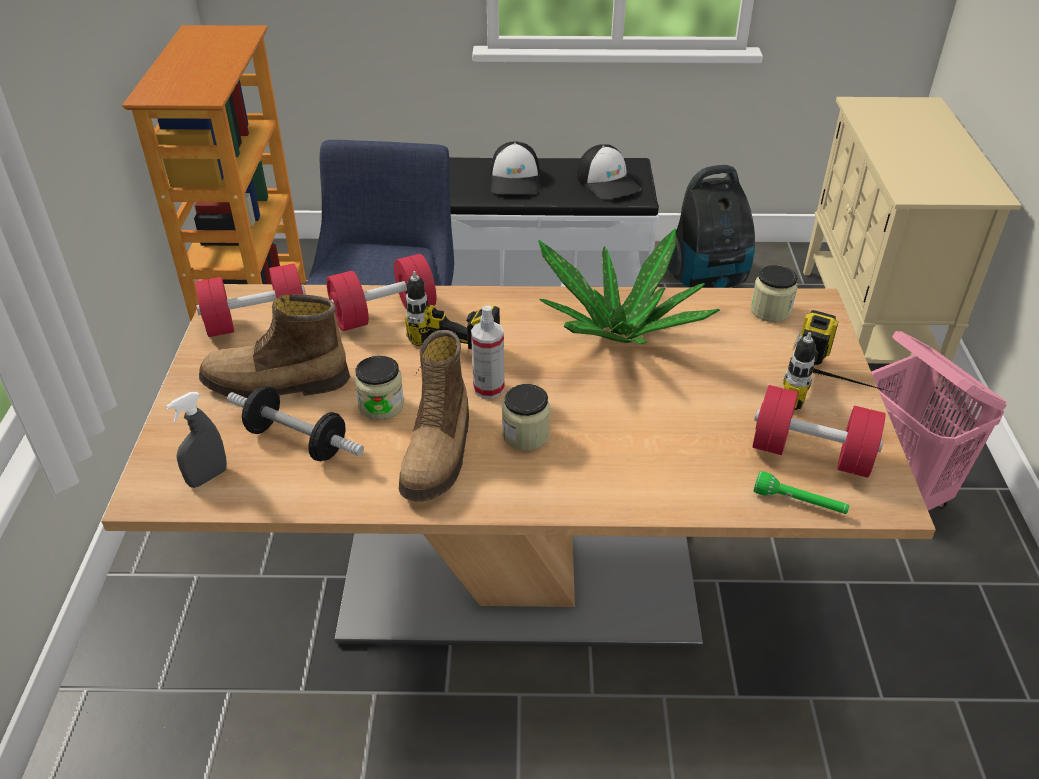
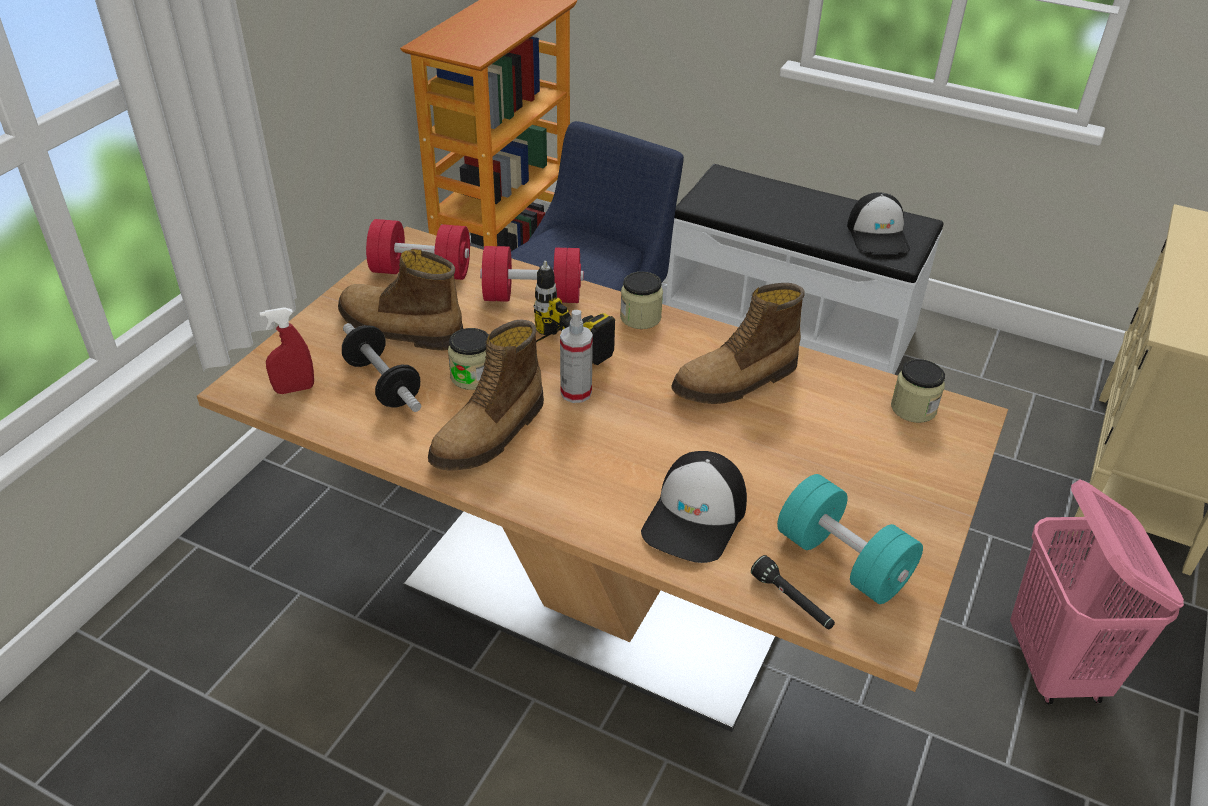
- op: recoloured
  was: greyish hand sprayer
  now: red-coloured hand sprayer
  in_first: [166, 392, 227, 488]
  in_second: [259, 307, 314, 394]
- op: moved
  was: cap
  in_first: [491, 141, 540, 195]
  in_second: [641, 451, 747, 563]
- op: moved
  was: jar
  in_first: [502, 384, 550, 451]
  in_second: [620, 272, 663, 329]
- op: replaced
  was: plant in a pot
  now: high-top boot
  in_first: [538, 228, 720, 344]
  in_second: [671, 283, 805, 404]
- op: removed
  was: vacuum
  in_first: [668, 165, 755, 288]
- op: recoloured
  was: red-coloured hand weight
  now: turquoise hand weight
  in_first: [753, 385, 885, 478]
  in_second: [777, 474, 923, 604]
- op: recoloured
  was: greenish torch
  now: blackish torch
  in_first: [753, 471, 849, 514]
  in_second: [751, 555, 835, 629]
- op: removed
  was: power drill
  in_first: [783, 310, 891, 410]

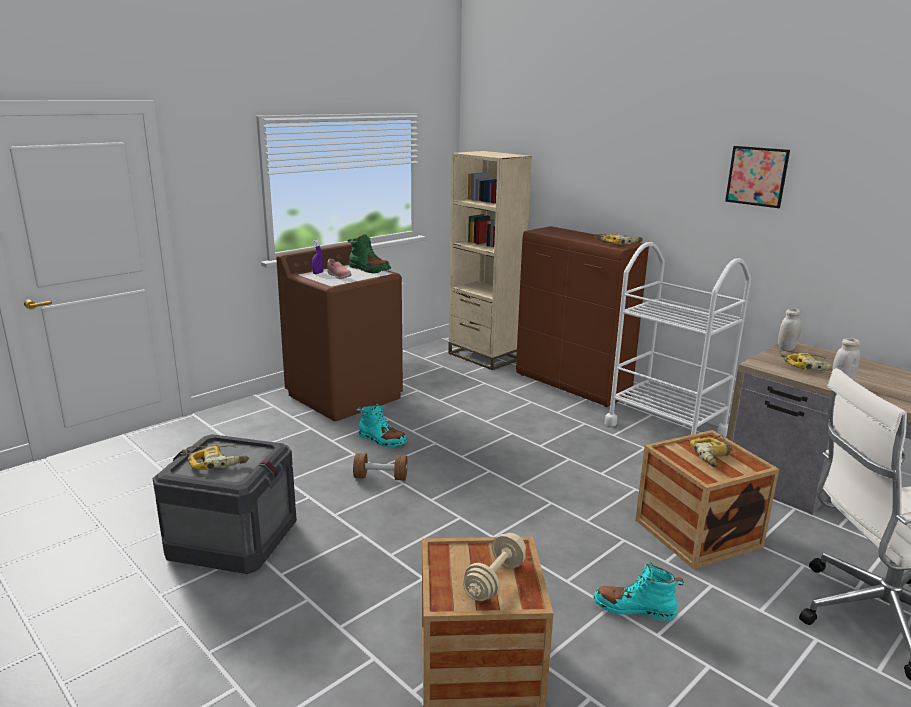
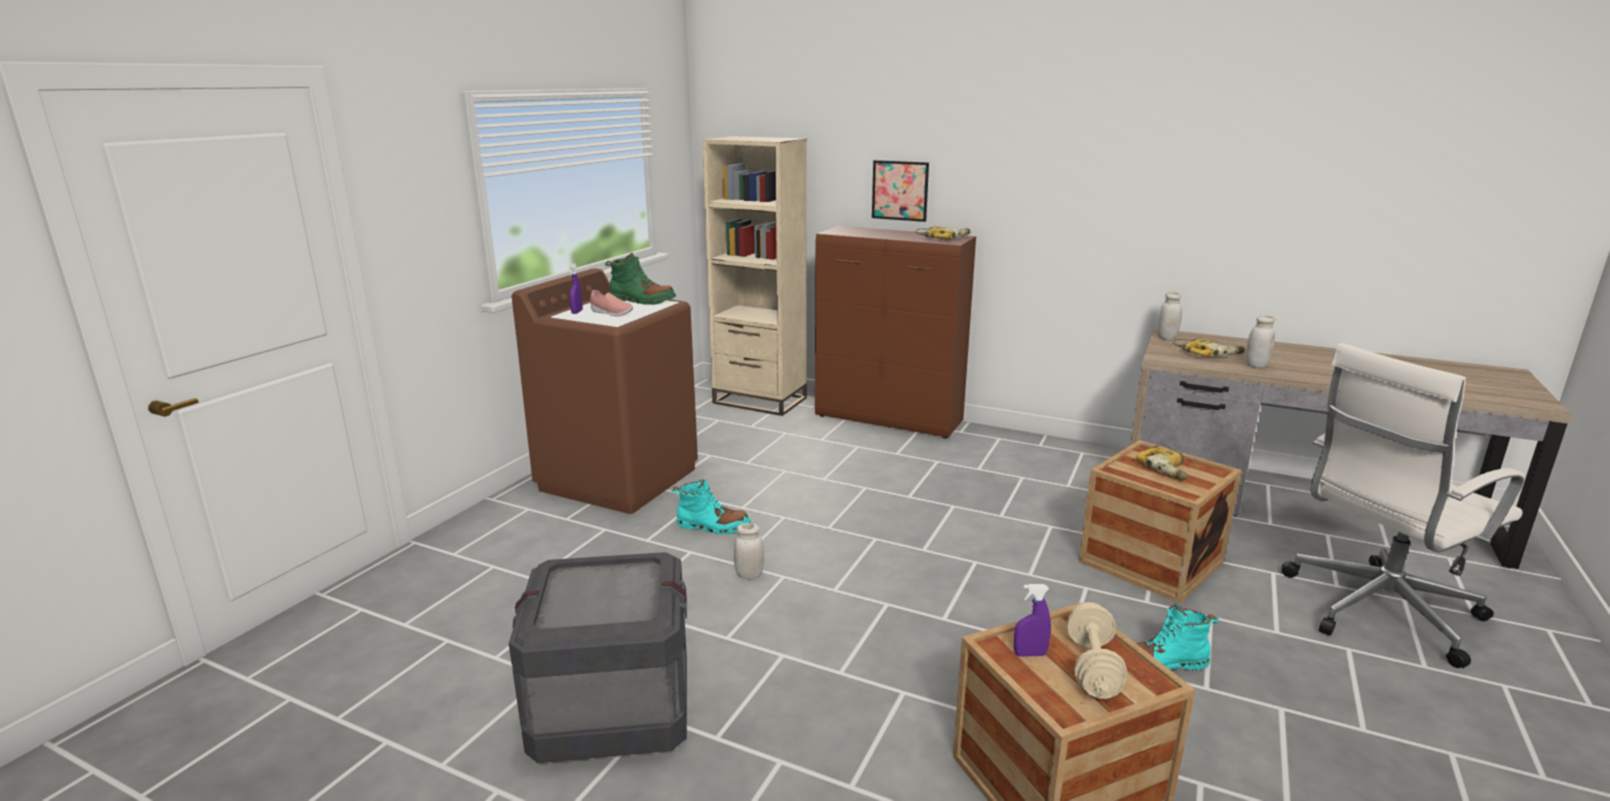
- op: removed
  was: power drill
  in_first: [185, 445, 249, 470]
- op: replaced
  was: brown hand weight
  now: white-coloured jar
  in_first: [353, 453, 408, 480]
  in_second: [734, 523, 764, 579]
- op: removed
  was: white-coloured trolley
  in_first: [604, 242, 751, 437]
- op: moved
  was: wall art
  in_first: [725, 146, 790, 208]
  in_second: [872, 160, 929, 222]
- op: added
  now: purplish hand sprayer
  in_second: [1014, 584, 1051, 657]

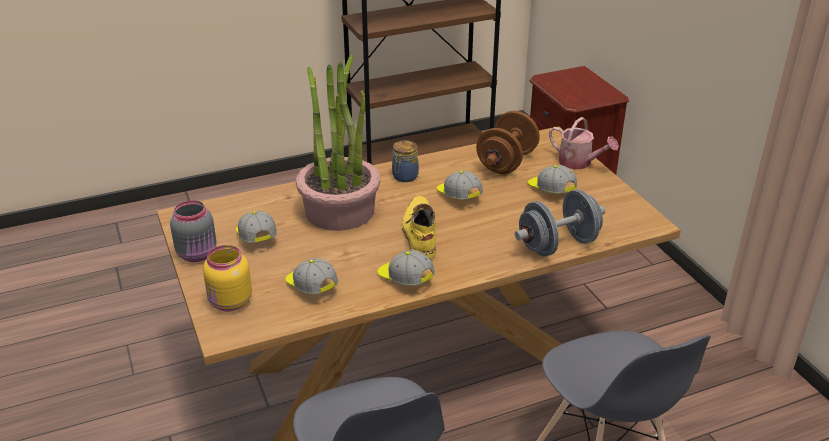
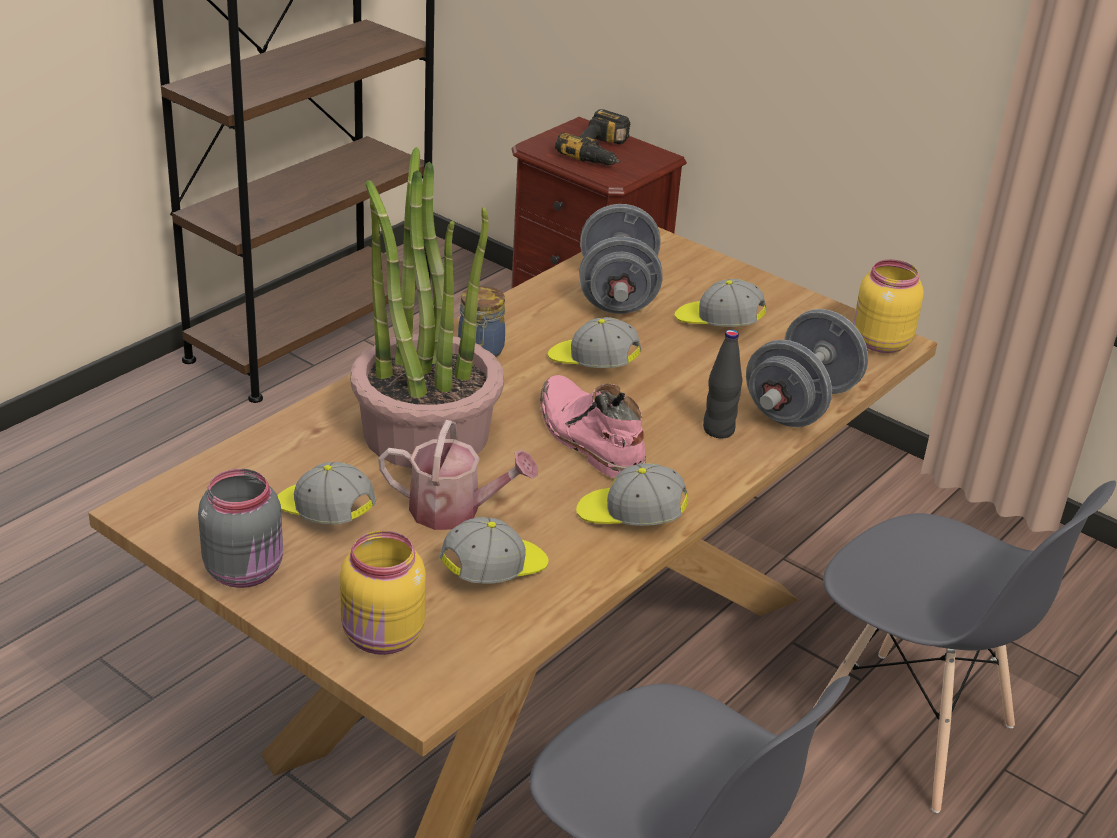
- op: turned
  was: cap
  in_first: [285, 258, 338, 294]
  in_second: [440, 517, 549, 583]
  clockwise: 120
- op: recoloured
  was: yellowish high-top boot
  now: pink-coloured high-top boot
  in_first: [402, 196, 436, 259]
  in_second: [540, 375, 646, 478]
- op: recoloured
  was: brown hand weight
  now: greyish hand weight
  in_first: [476, 111, 540, 174]
  in_second: [579, 204, 662, 314]
- op: moved
  was: watering pot
  in_first: [549, 117, 619, 170]
  in_second: [378, 420, 538, 530]
- op: added
  now: power drill
  in_second: [555, 109, 630, 165]
- op: added
  now: blackish beverage bottle
  in_second: [703, 330, 742, 438]
- op: added
  now: yellowish jar
  in_second: [853, 259, 924, 353]

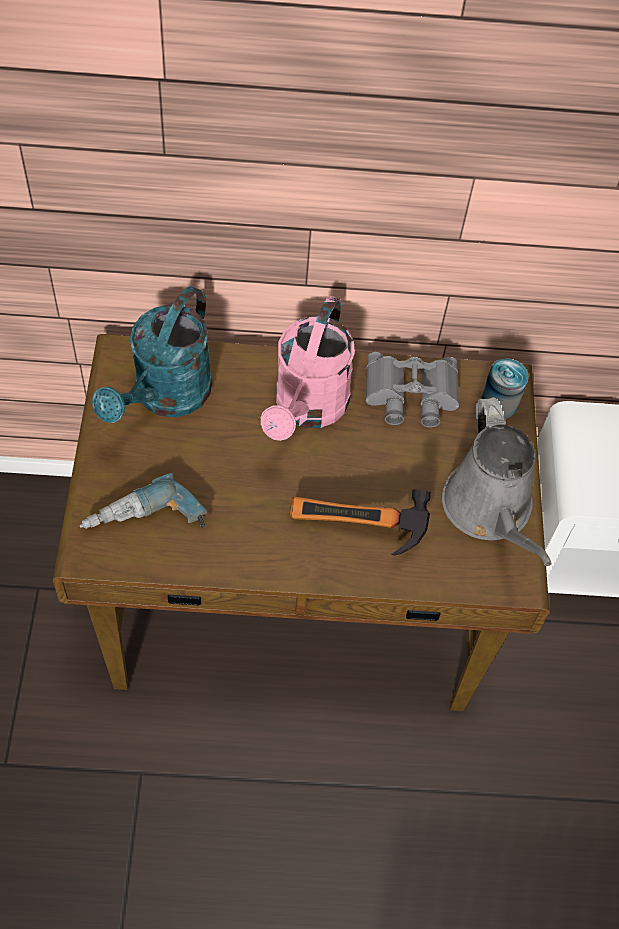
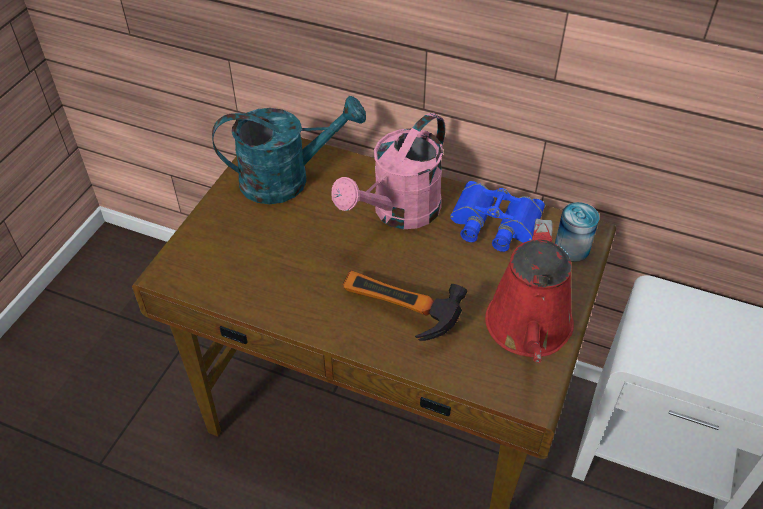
- op: removed
  was: power drill
  in_first: [79, 473, 207, 529]
- op: turned
  was: turquoise watering pot
  in_first: [92, 286, 212, 423]
  in_second: [212, 96, 366, 204]
  clockwise: -150
- op: recoloured
  was: greyish binoculars
  now: blue binoculars
  in_first: [366, 352, 459, 428]
  in_second: [450, 181, 545, 252]
- op: recoloured
  was: greyish watering pot
  now: red-coloured watering pot
  in_first: [442, 397, 552, 566]
  in_second: [485, 219, 574, 363]

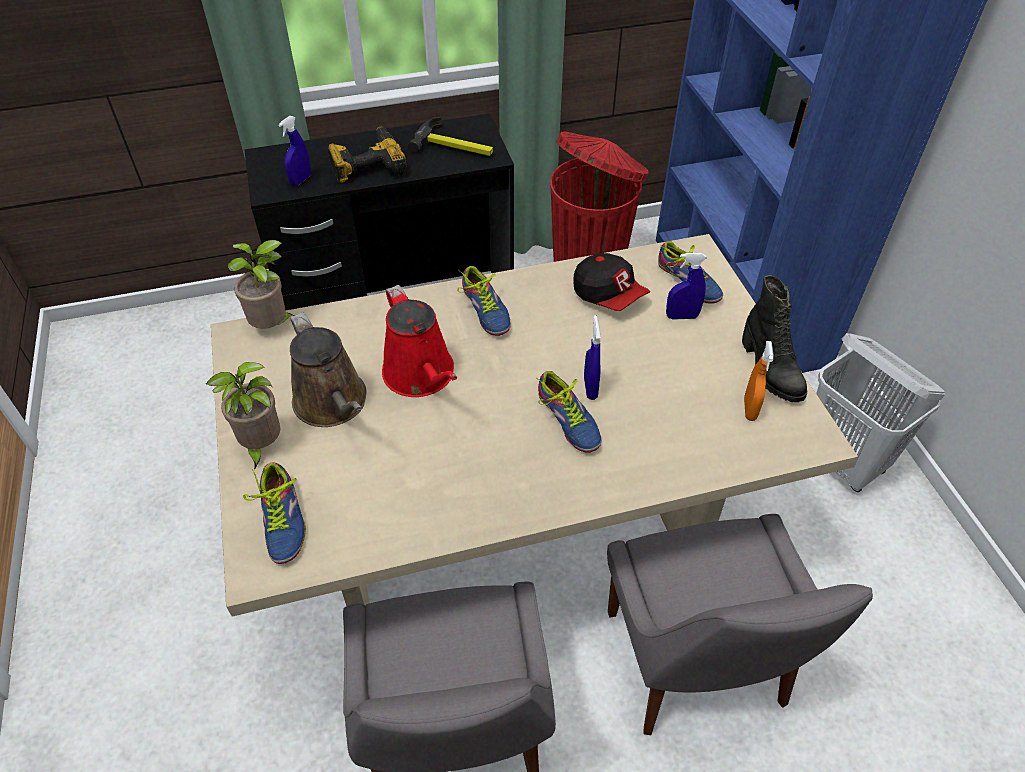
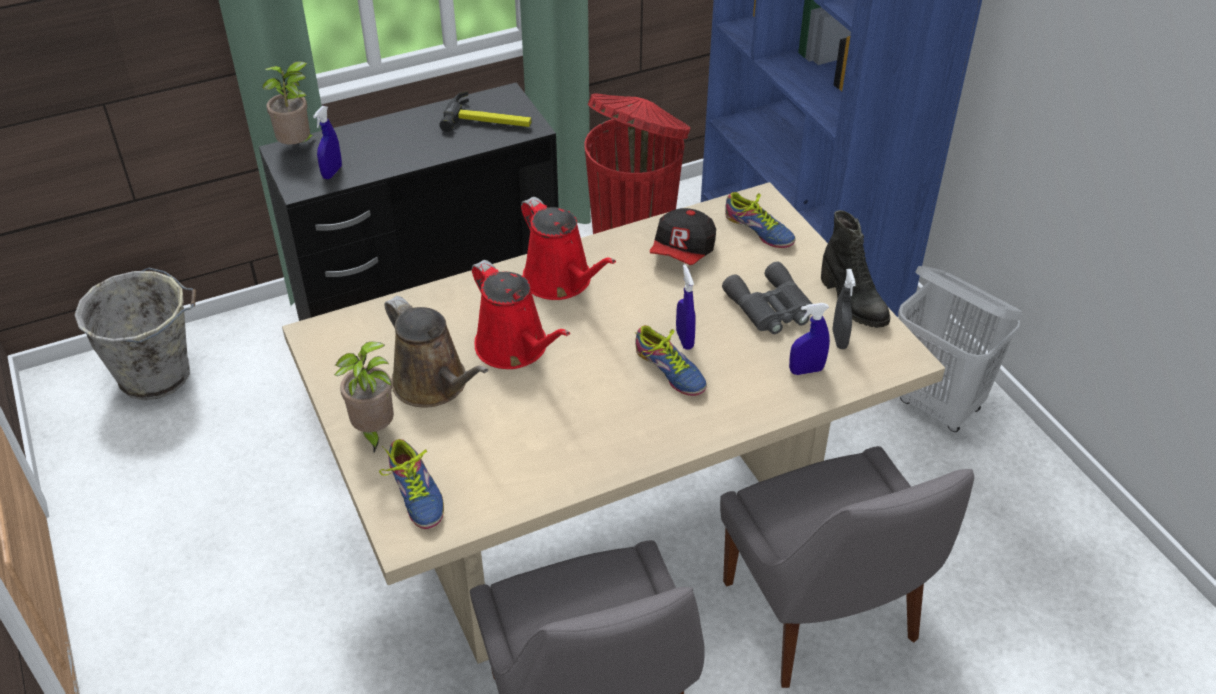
- op: moved
  was: plant in a pot
  in_first: [228, 240, 294, 329]
  in_second: [262, 61, 316, 145]
- op: removed
  was: power drill
  in_first: [327, 127, 407, 183]
- op: replaced
  was: shoe
  now: red-coloured watering pot
  in_first: [457, 266, 511, 336]
  in_second: [521, 197, 616, 300]
- op: turned
  was: cap
  in_first: [573, 253, 650, 311]
  in_second: [650, 208, 716, 265]
  clockwise: 75
- op: moved
  was: blue hand sprayer
  in_first: [666, 253, 707, 320]
  in_second: [789, 303, 830, 375]
- op: recoloured
  was: orange-coloured hand sprayer
  now: greyish hand sprayer
  in_first: [744, 341, 773, 421]
  in_second: [833, 269, 856, 349]
- op: added
  now: greyish water bucket
  in_second: [75, 268, 196, 400]
- op: added
  now: greyish binoculars
  in_second: [722, 262, 812, 334]

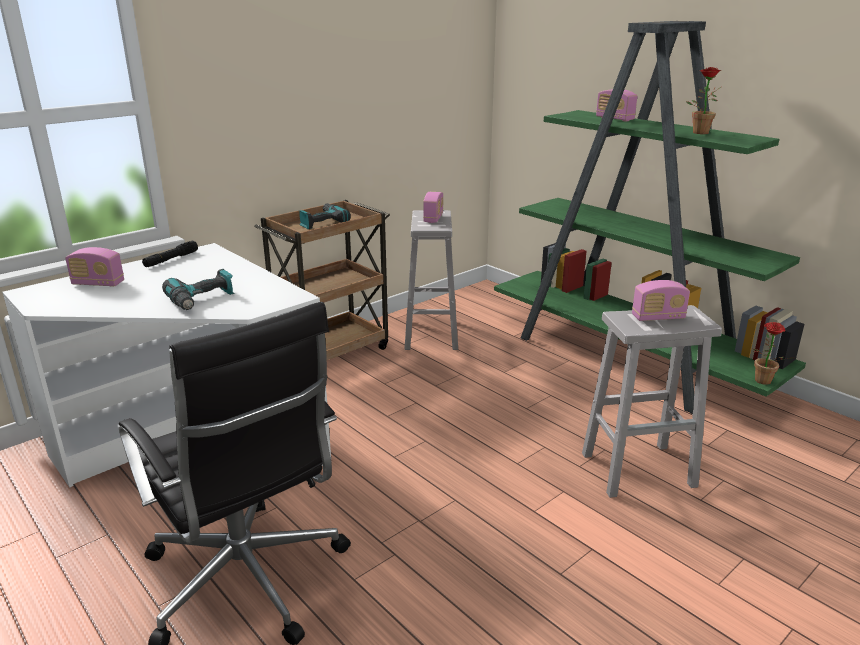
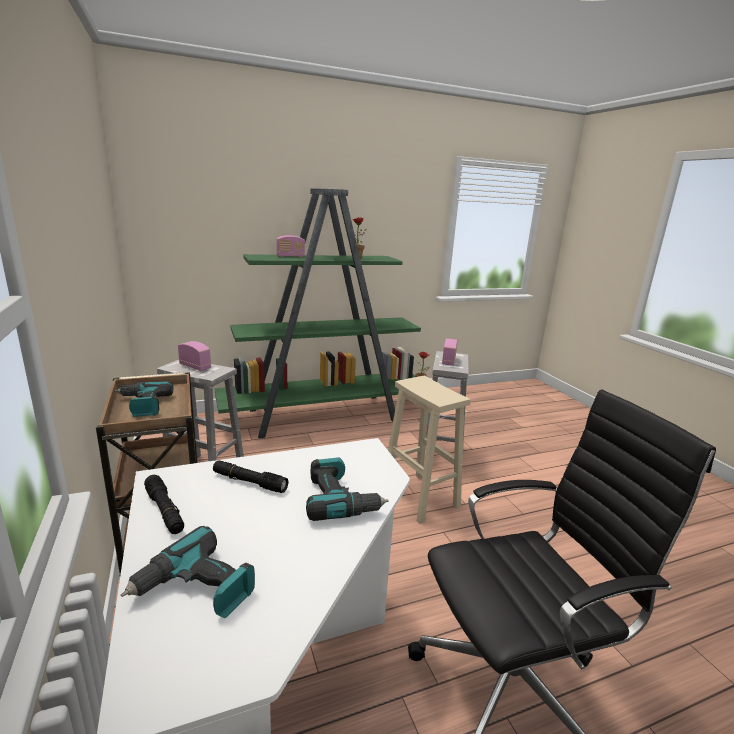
- op: replaced
  was: radio
  now: power drill
  in_first: [65, 247, 124, 286]
  in_second: [121, 526, 255, 618]
- op: added
  now: blackish torch
  in_second: [213, 460, 288, 493]
- op: added
  now: beige stool seat
  in_second: [388, 376, 470, 524]

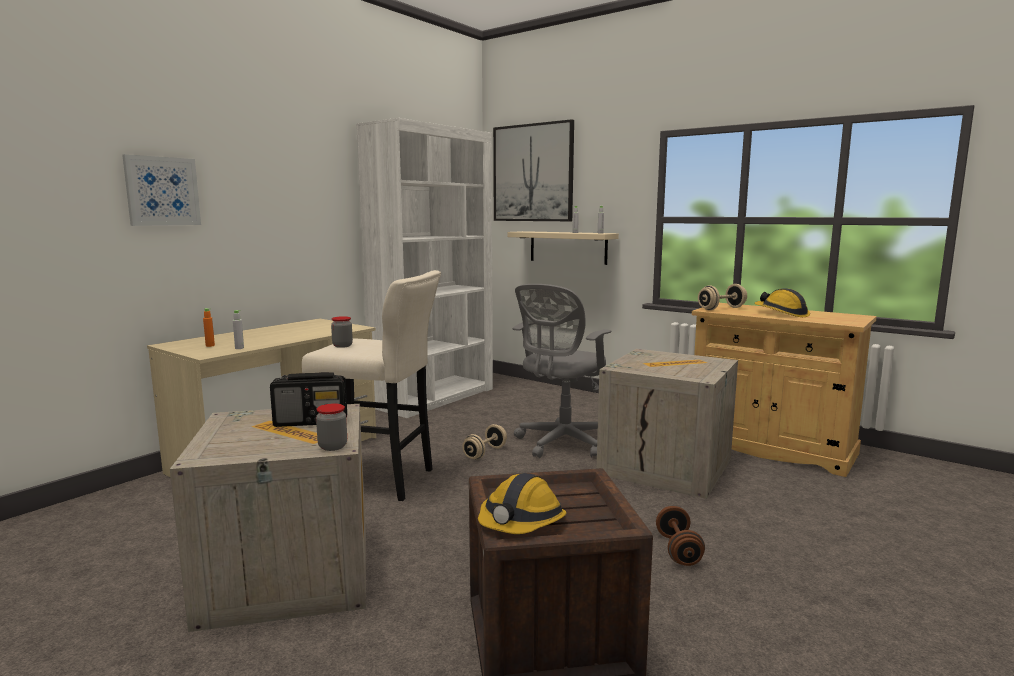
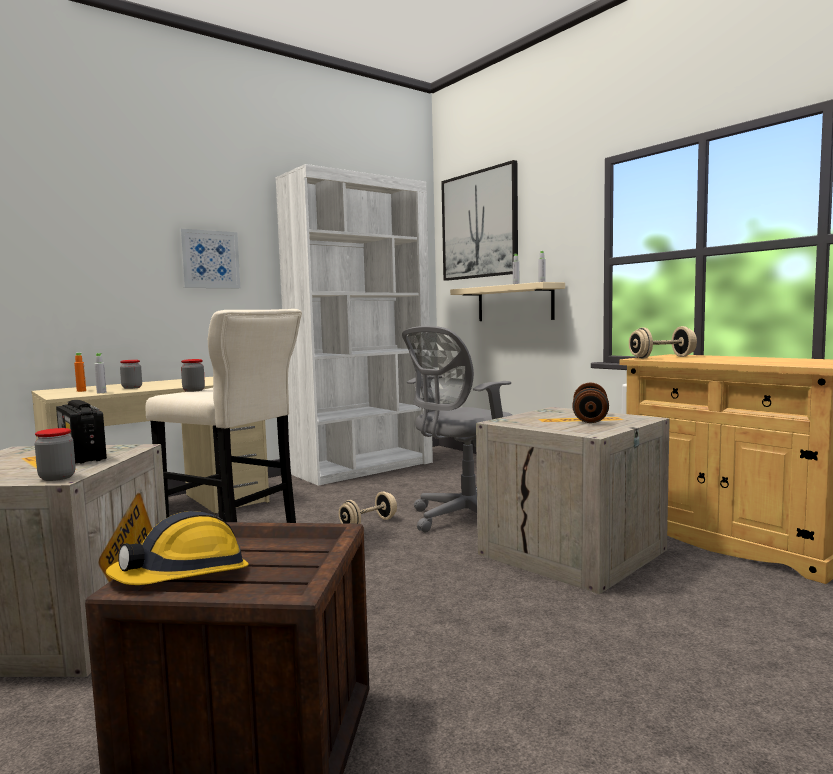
- op: moved
  was: wall art
  in_first: [122, 154, 201, 226]
  in_second: [180, 229, 240, 288]
- op: turned
  was: radio
  in_first: [270, 372, 347, 427]
  in_second: [56, 400, 107, 464]
  clockwise: 45
- op: moved
  was: brown hand weight
  in_first: [656, 506, 705, 566]
  in_second: [572, 383, 609, 423]
- op: removed
  was: work helmet
  in_first: [754, 288, 810, 317]
- op: added
  now: jar
  in_second: [120, 360, 142, 389]

